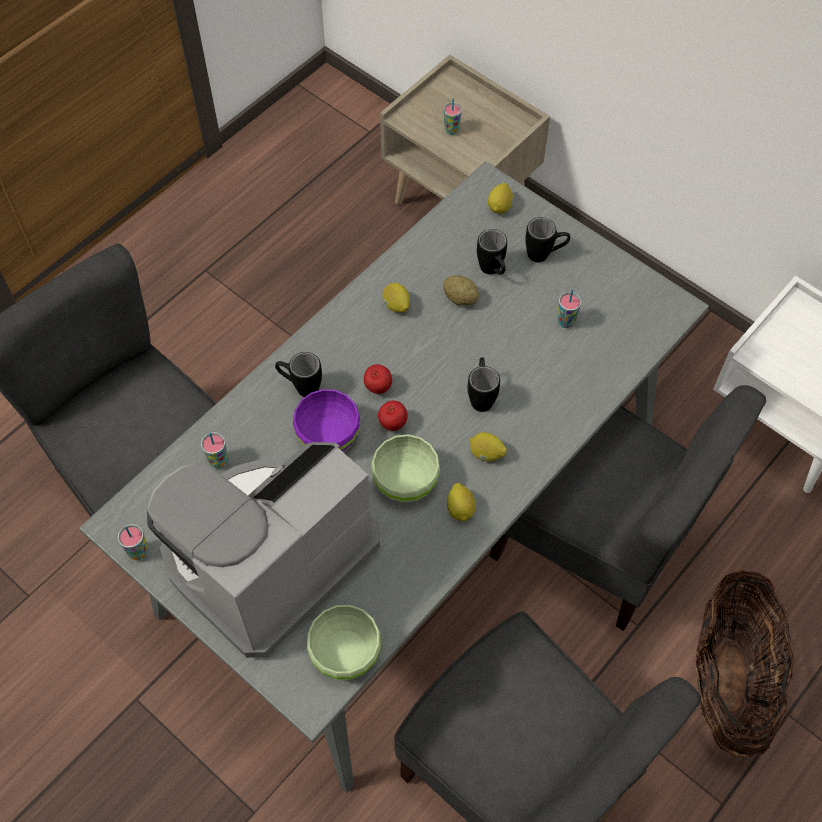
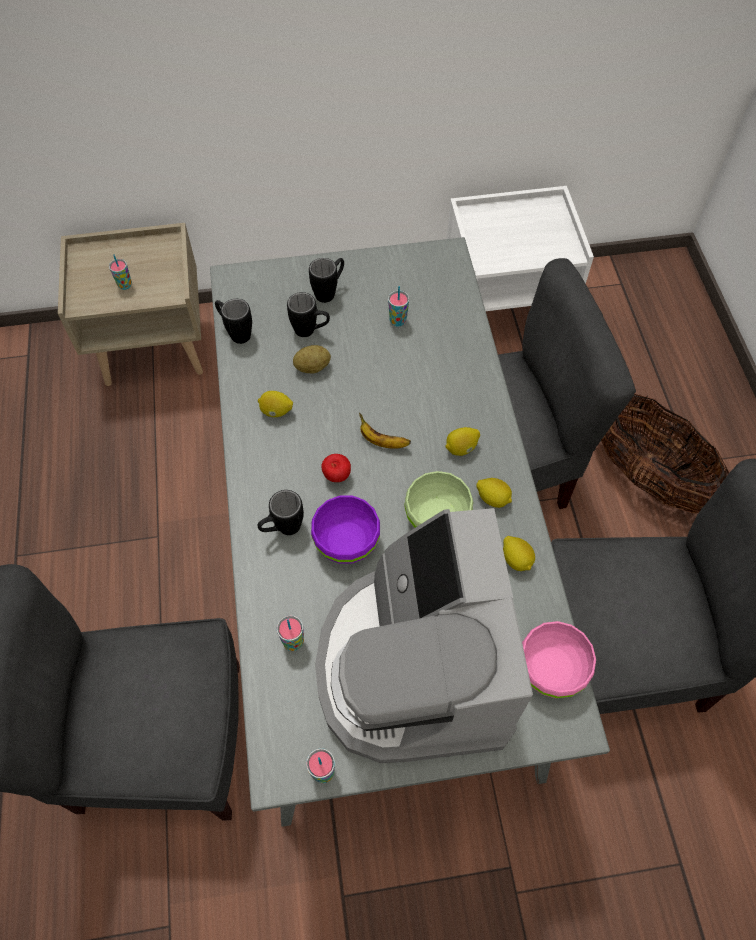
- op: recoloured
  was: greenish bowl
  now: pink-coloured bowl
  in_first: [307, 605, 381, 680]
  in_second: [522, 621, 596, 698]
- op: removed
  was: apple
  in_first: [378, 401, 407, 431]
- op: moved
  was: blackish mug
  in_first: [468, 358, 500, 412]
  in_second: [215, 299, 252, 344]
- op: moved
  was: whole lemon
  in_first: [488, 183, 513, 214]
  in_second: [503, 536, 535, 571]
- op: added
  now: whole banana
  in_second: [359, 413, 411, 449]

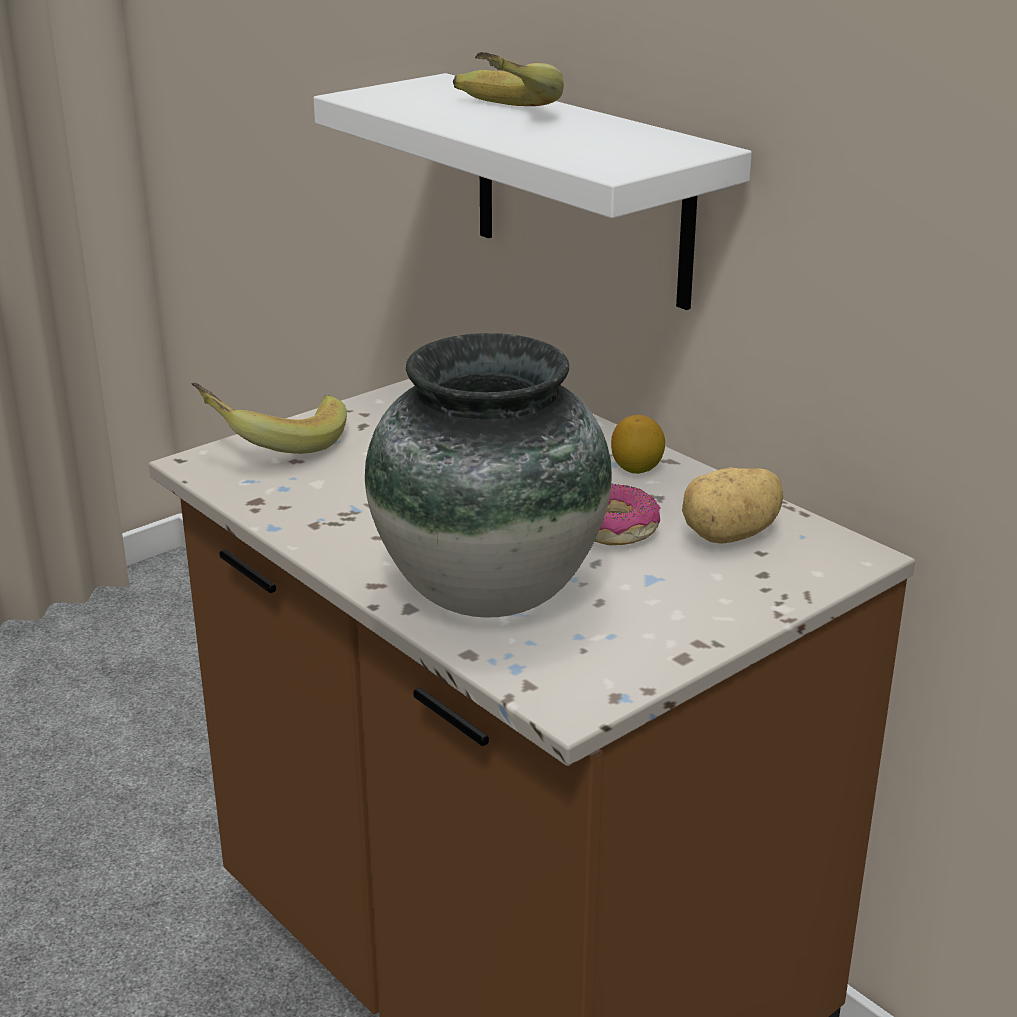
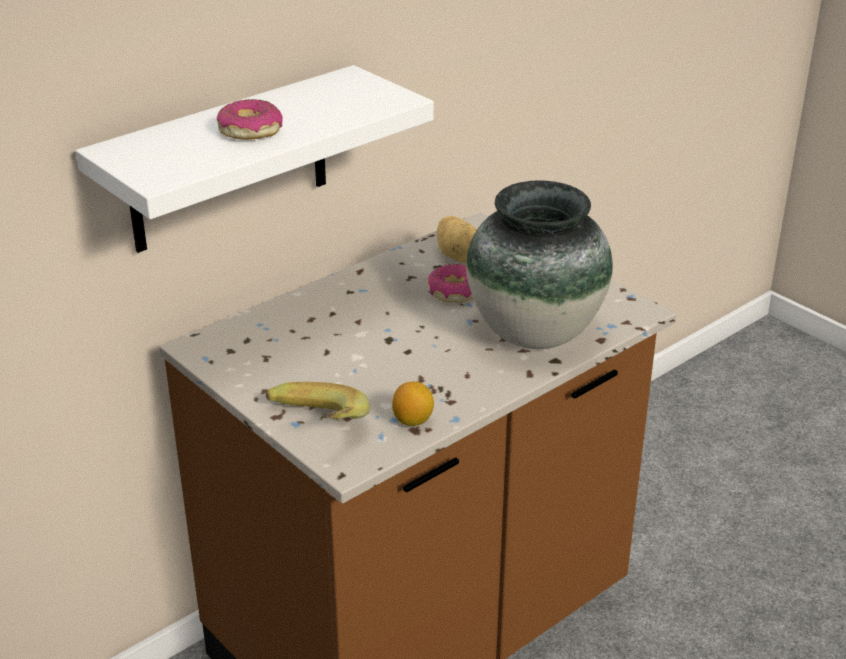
- op: replaced
  was: whole banana
  now: ring doughnut
  in_first: [453, 52, 564, 106]
  in_second: [217, 99, 283, 140]
- op: moved
  was: whole lemon
  in_first: [611, 415, 665, 474]
  in_second: [392, 381, 434, 426]

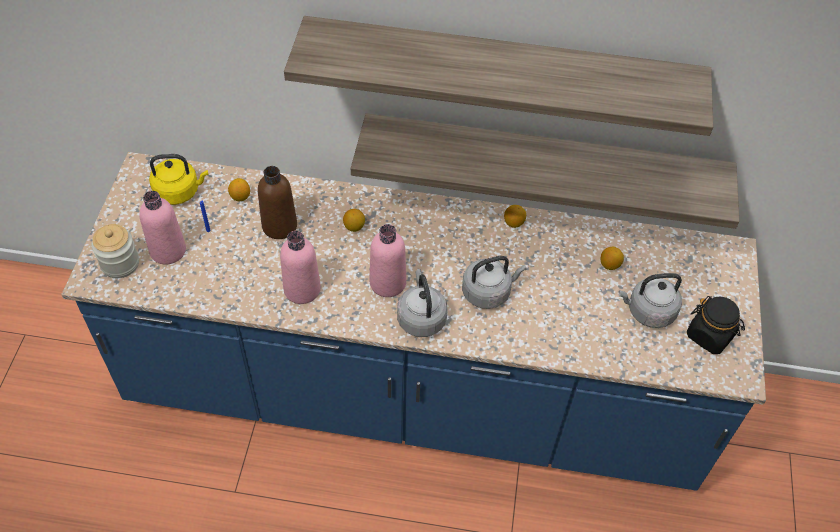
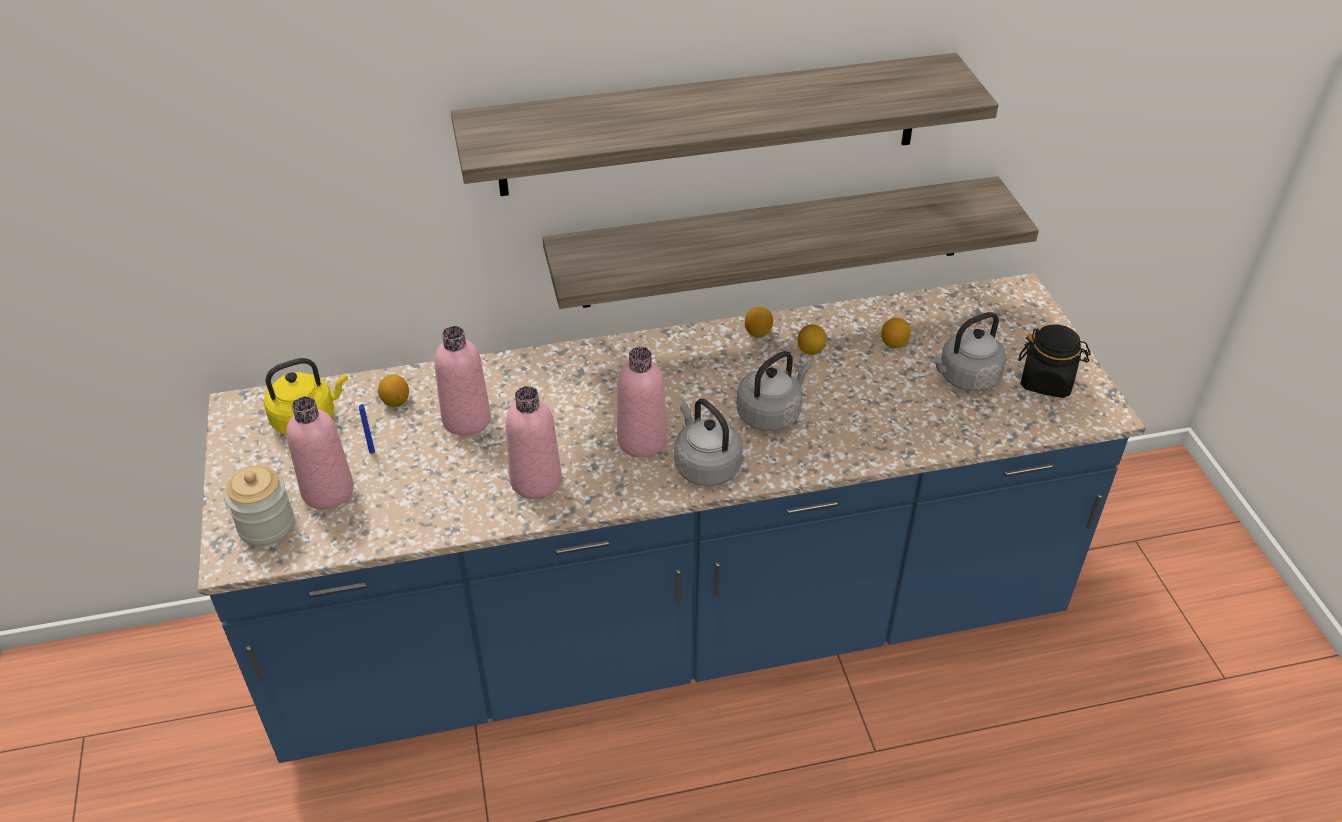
- op: recoloured
  was: brown beverage bottle
  now: pink-coloured beverage bottle
  in_first: [258, 166, 297, 239]
  in_second: [434, 326, 491, 435]
- op: moved
  was: whole lemon
  in_first: [343, 209, 365, 232]
  in_second: [797, 324, 826, 355]

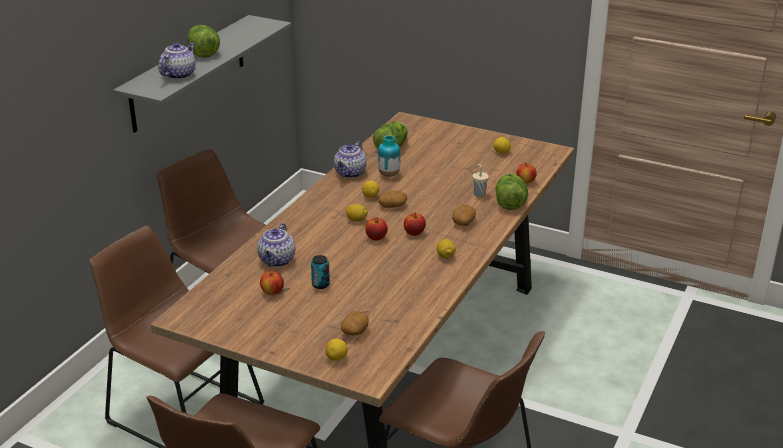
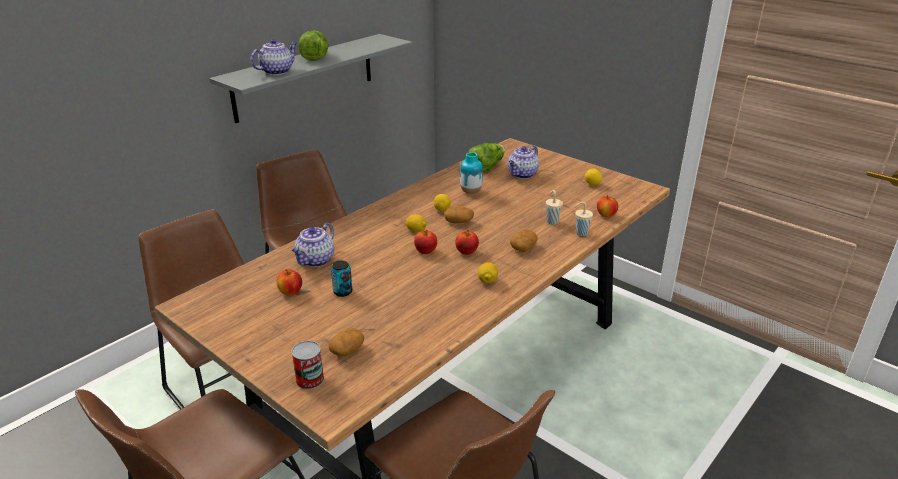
- op: replaced
  was: whole lemon
  now: can
  in_first: [325, 339, 348, 361]
  in_second: [291, 341, 324, 390]
- op: moved
  was: teapot
  in_first: [334, 141, 367, 178]
  in_second: [508, 146, 539, 179]
- op: replaced
  was: lettuce head
  now: beige drinking cup
  in_first: [495, 173, 528, 210]
  in_second: [574, 202, 593, 236]

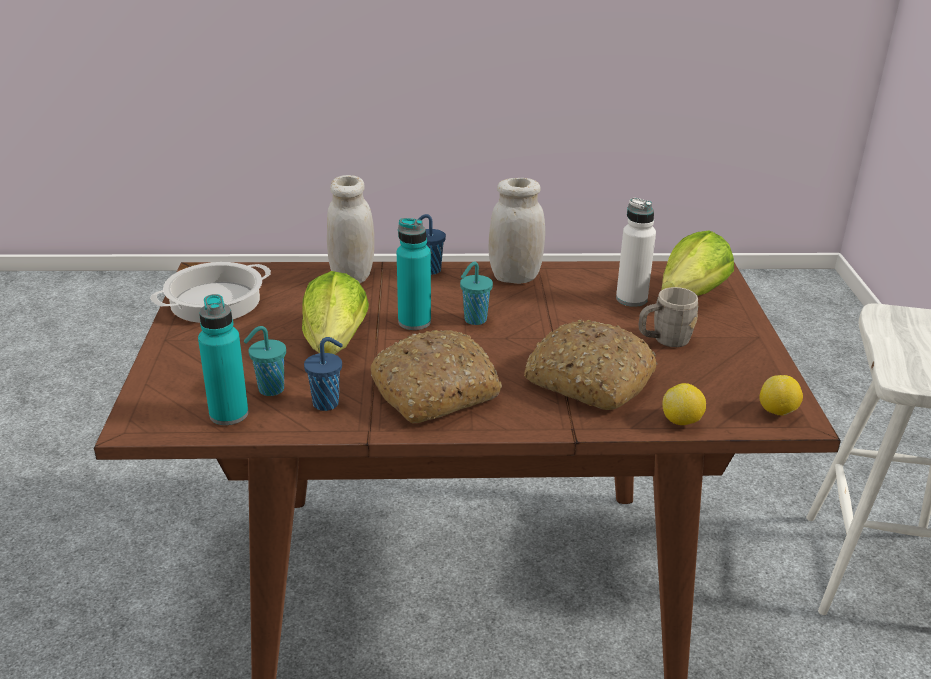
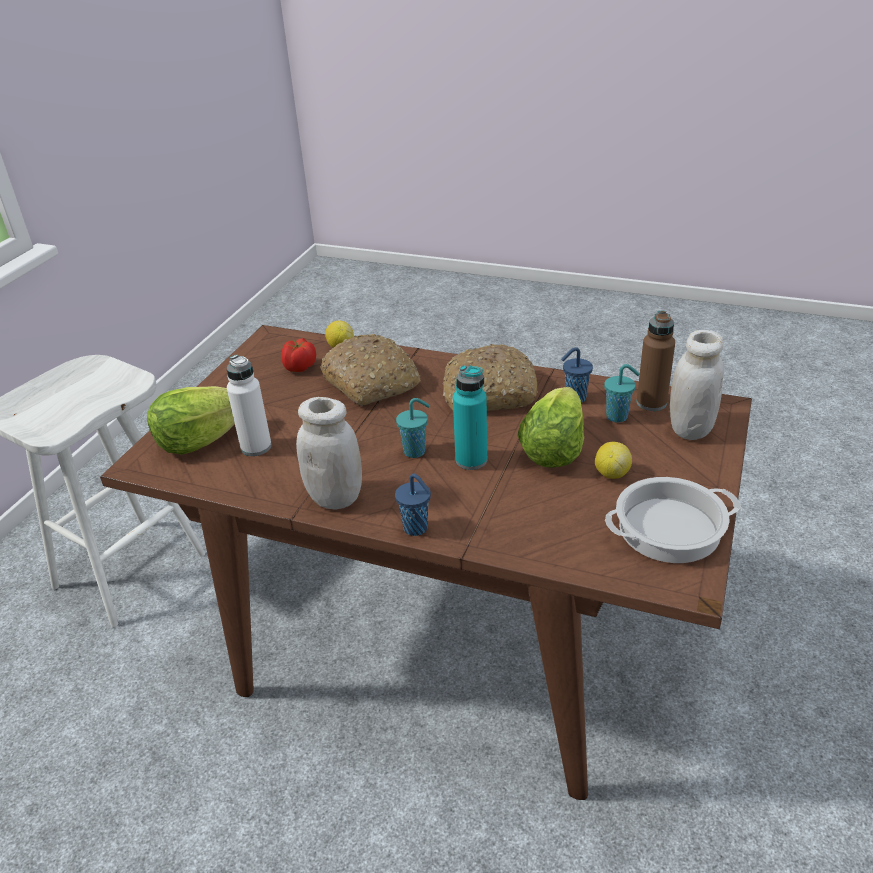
- op: recoloured
  was: turquoise beverage bottle
  now: brown beverage bottle
  in_first: [198, 294, 249, 425]
  in_second: [637, 311, 675, 411]
- op: moved
  was: white-coloured jar
  in_first: [327, 175, 374, 283]
  in_second: [670, 330, 724, 440]
- op: removed
  was: greyish mug
  in_first: [639, 287, 698, 347]
- op: moved
  was: whole lemon
  in_first: [760, 375, 803, 416]
  in_second: [595, 442, 632, 479]
- op: added
  now: tomato
  in_second: [281, 338, 316, 372]

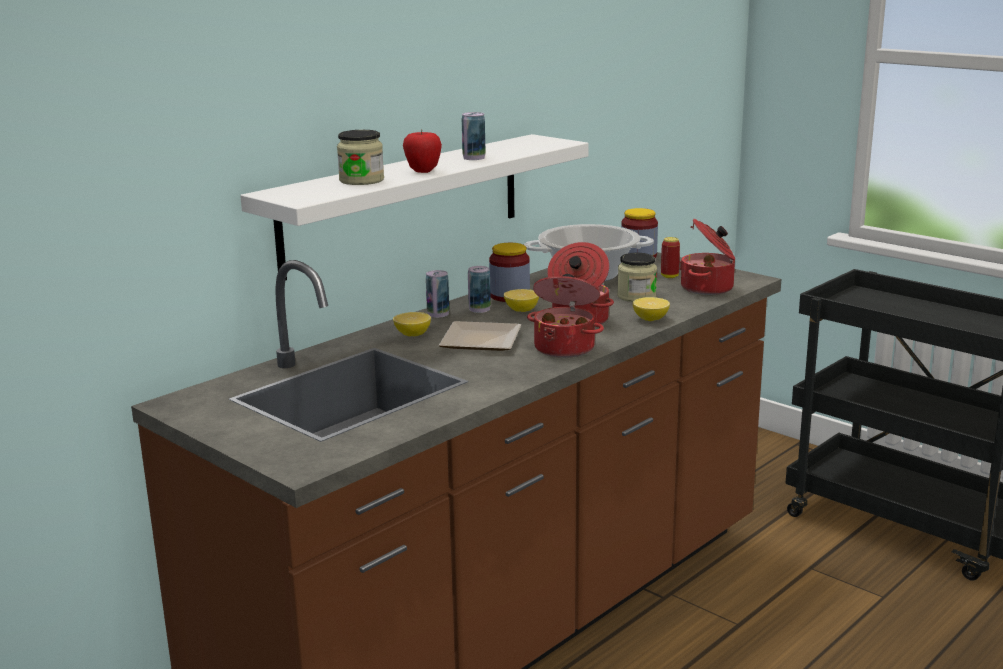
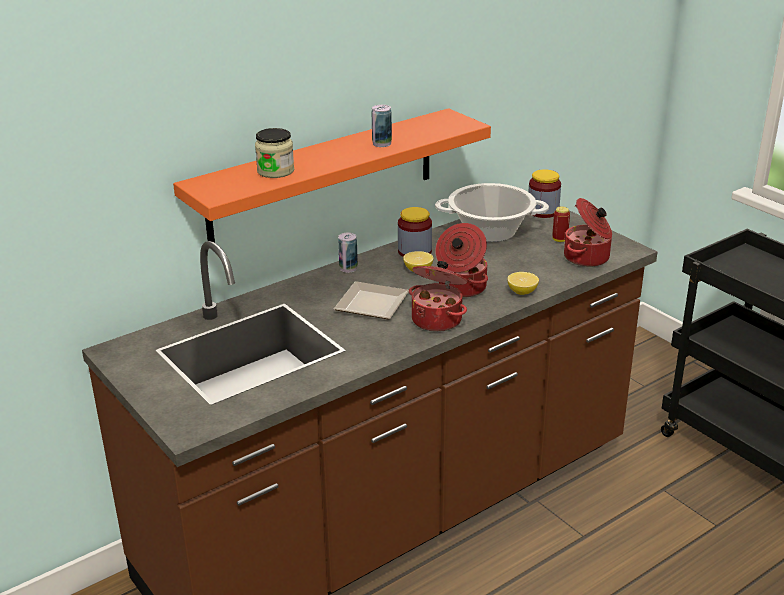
- op: recoloured
  was: white-coloured shelf
  now: orange-coloured shelf
  in_first: [240, 134, 589, 281]
  in_second: [173, 108, 491, 243]
- op: removed
  was: whole lemon
  in_first: [393, 312, 431, 337]
- op: removed
  was: apple
  in_first: [403, 130, 442, 173]
- op: removed
  was: can
  in_first: [468, 266, 491, 313]
- op: removed
  was: jar
  in_first: [617, 253, 657, 302]

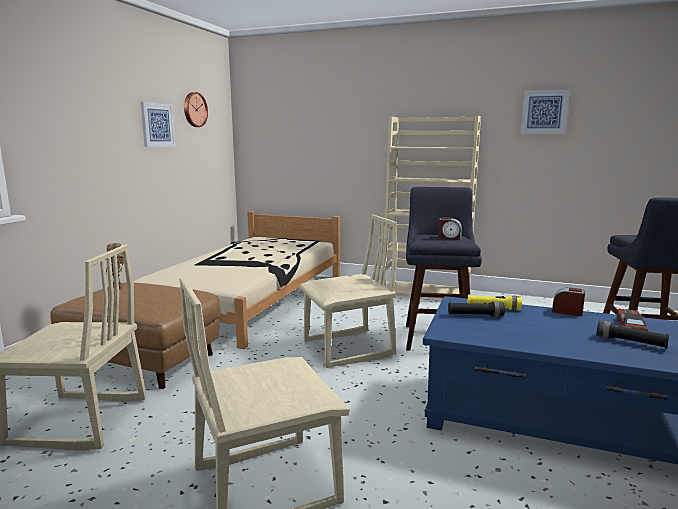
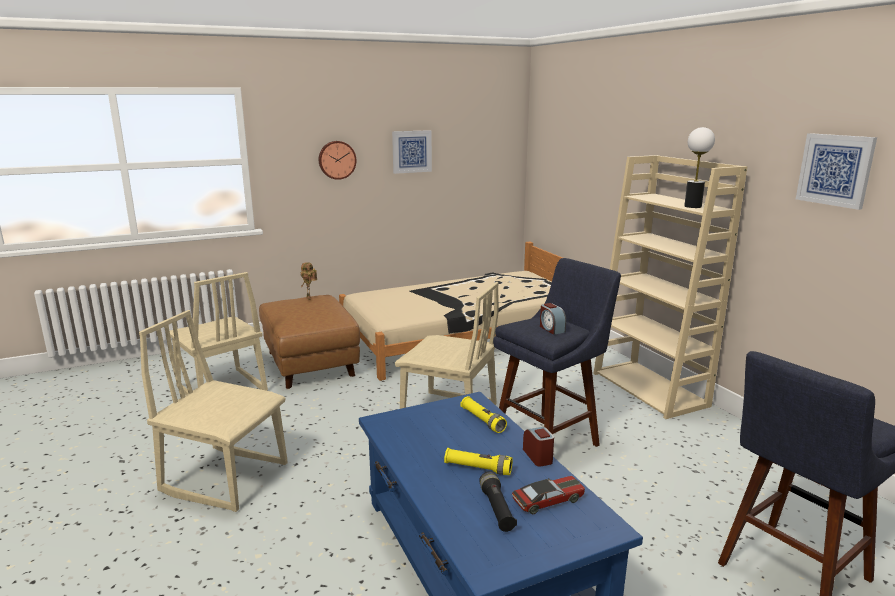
- op: moved
  was: wall clock
  in_first: [184, 92, 208, 127]
  in_second: [319, 141, 357, 180]
- op: removed
  was: blackish torch
  in_first: [448, 302, 505, 317]
- op: added
  now: yellowish torch
  in_second: [444, 448, 513, 475]
- op: added
  now: table lamp
  in_second: [684, 127, 715, 208]

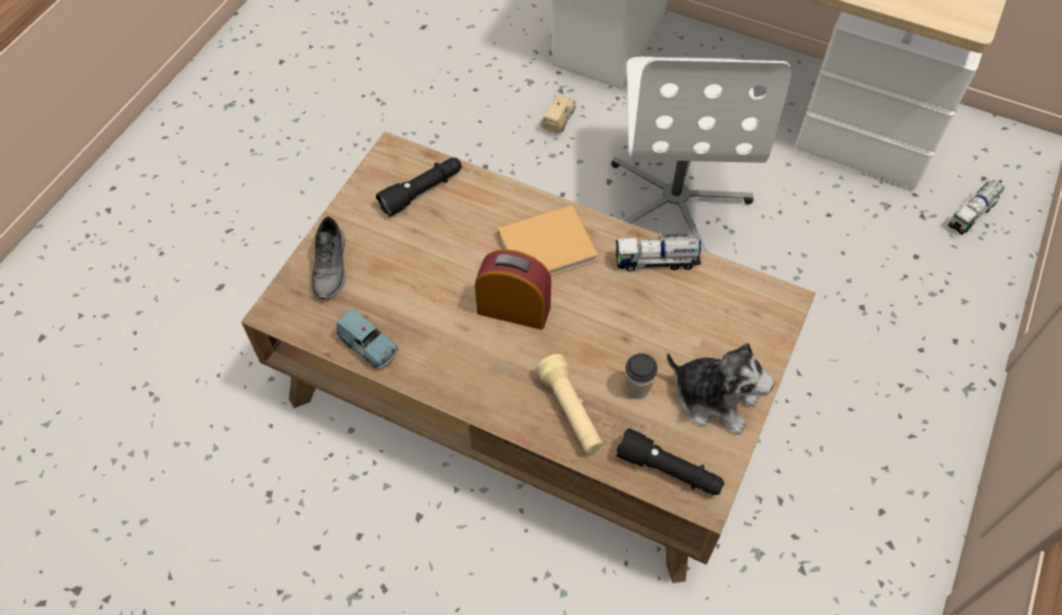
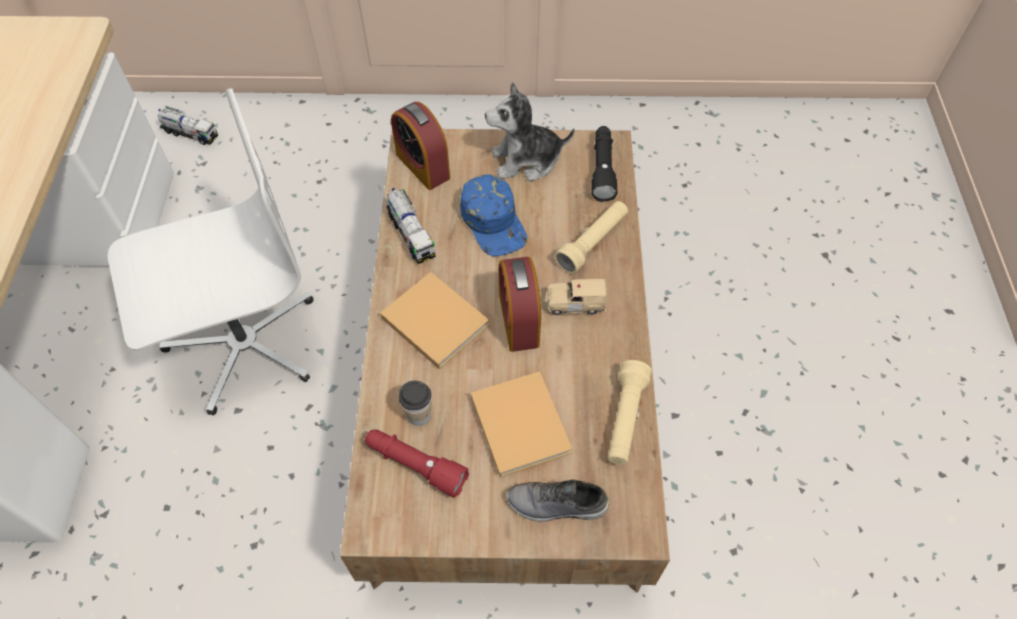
- op: turned
  was: greyish shoe
  in_first: [312, 216, 346, 299]
  in_second: [507, 480, 610, 522]
  clockwise: -150
- op: replaced
  was: blue model car
  now: beige torch
  in_first: [336, 309, 398, 369]
  in_second: [608, 360, 652, 465]
- op: recoloured
  was: blackish torch
  now: red-coloured torch
  in_first: [376, 158, 462, 217]
  in_second: [365, 430, 469, 498]
- op: moved
  was: beige model car
  in_first: [540, 95, 576, 135]
  in_second: [545, 279, 607, 315]
- op: moved
  was: drinking cup
  in_first: [626, 353, 658, 399]
  in_second: [399, 381, 431, 426]
- op: turned
  was: cuddly toy
  in_first: [667, 343, 774, 435]
  in_second: [485, 82, 575, 181]
  clockwise: -105
- op: added
  now: table clock
  in_second: [391, 102, 450, 190]
- op: added
  now: blue cap
  in_second: [460, 174, 527, 256]
- op: added
  now: beige bound book
  in_second: [471, 371, 572, 477]

